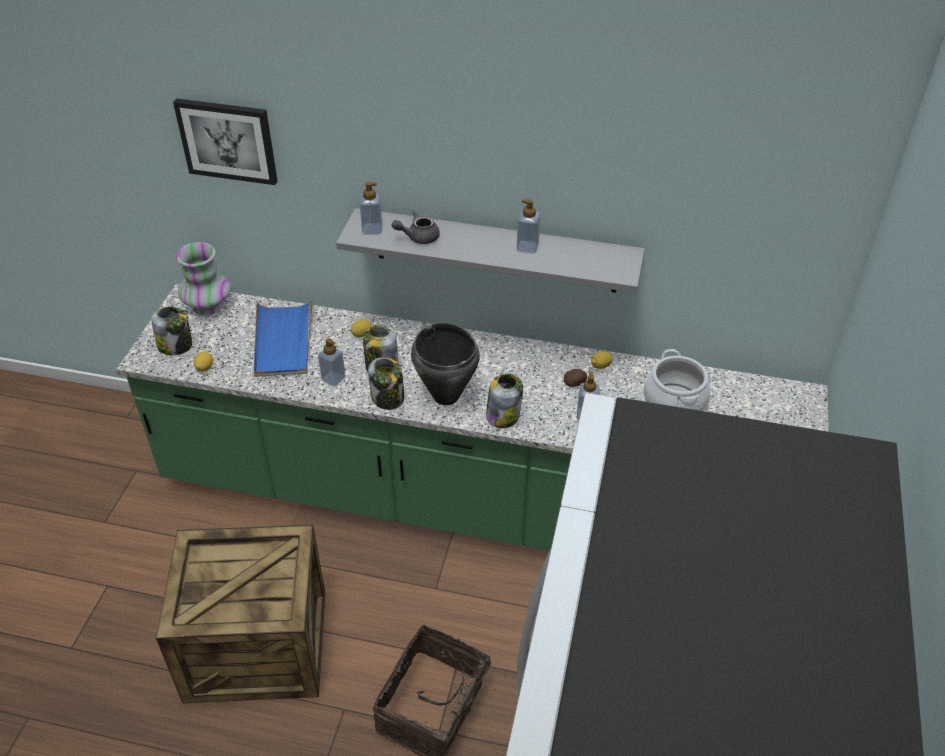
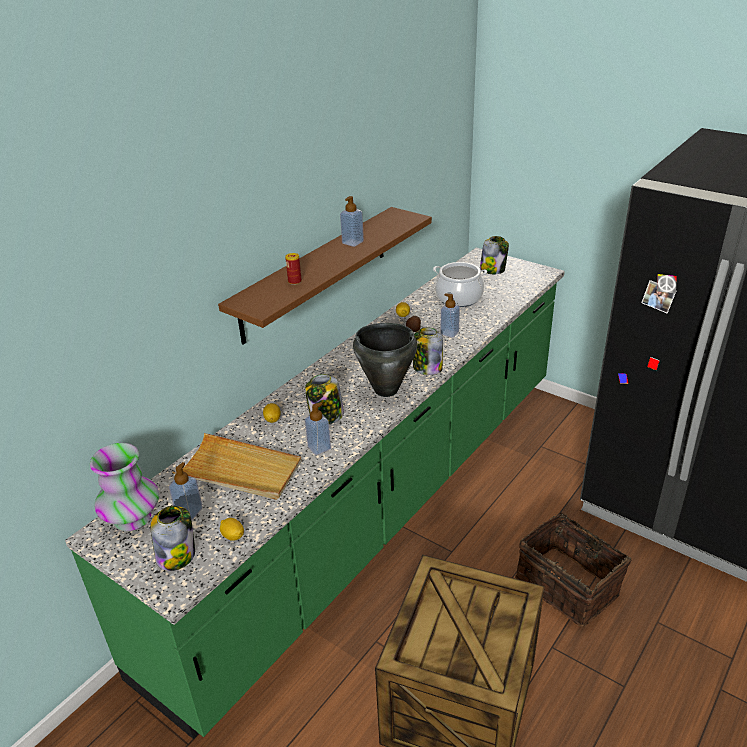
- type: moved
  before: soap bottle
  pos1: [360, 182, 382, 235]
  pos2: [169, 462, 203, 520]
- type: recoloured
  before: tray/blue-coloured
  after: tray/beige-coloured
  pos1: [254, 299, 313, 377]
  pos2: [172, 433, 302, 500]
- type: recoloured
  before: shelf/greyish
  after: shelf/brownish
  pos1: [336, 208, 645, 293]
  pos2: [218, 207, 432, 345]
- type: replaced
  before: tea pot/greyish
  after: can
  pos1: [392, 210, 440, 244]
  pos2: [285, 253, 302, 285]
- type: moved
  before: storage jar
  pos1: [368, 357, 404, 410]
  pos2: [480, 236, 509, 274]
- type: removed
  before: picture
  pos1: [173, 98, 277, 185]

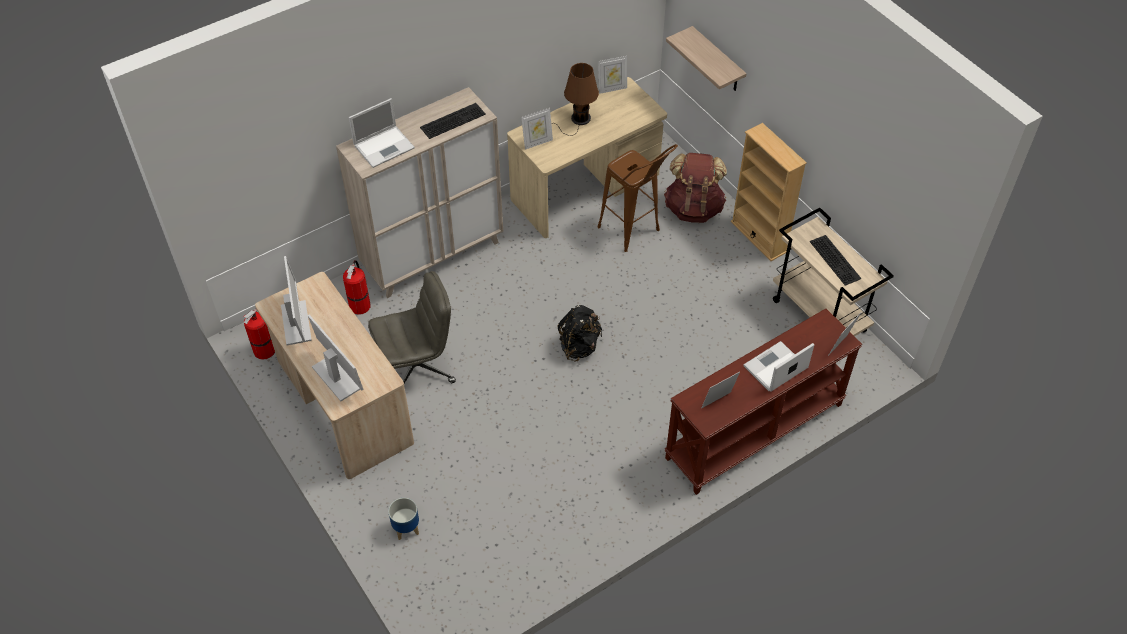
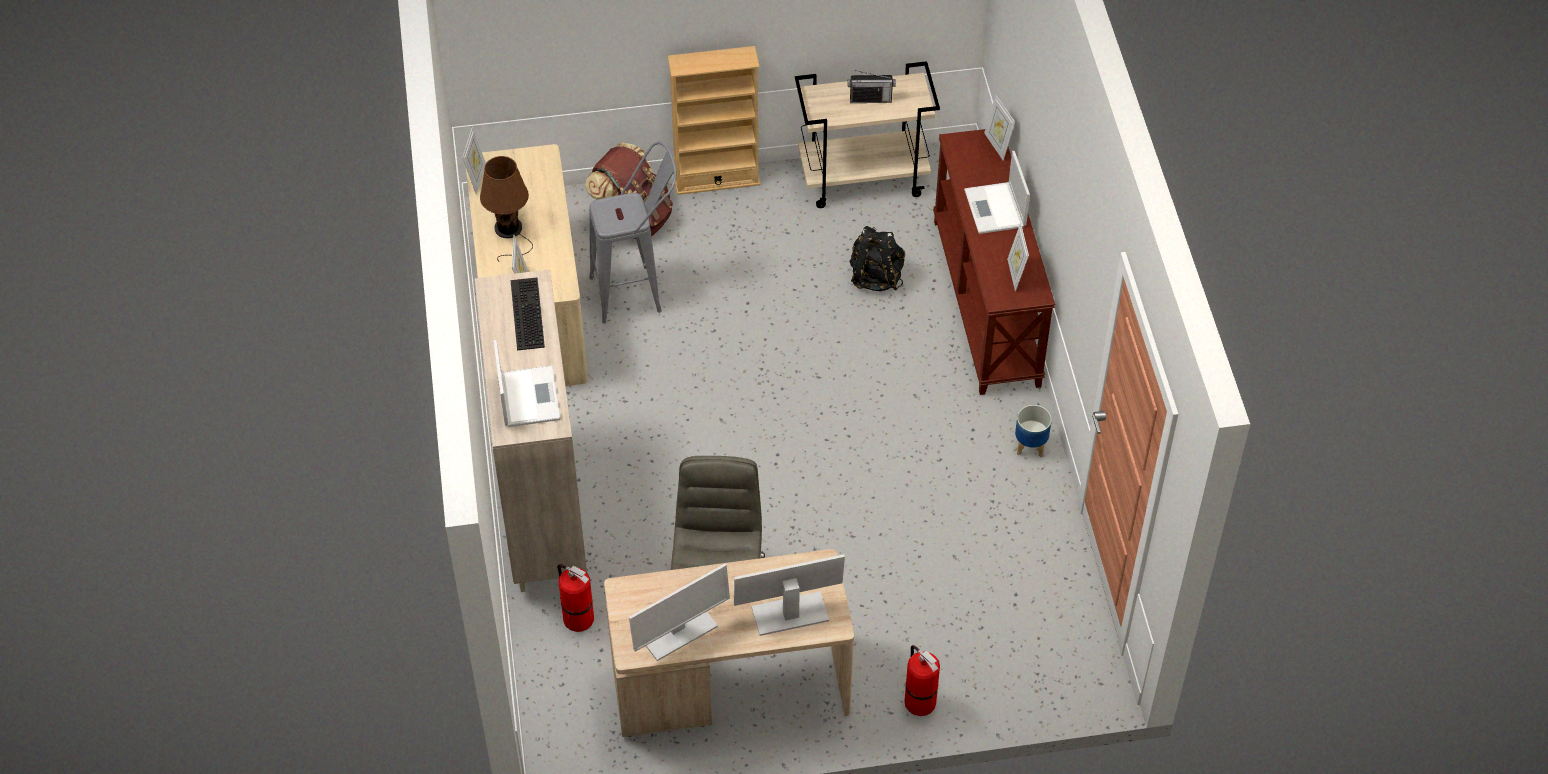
- type: recoloured
  before: stool seat/brownish
  after: stool seat/greyish
  pos1: [597, 144, 678, 252]
  pos2: [589, 141, 677, 324]
- type: turned
  before: monitor
  pos1: [281, 256, 312, 345]
  pos2: [629, 564, 730, 661]
  turn: 135
- type: replaced
  before: keyboard
  after: radio receiver
  pos1: [810, 235, 862, 286]
  pos2: [848, 70, 896, 103]
- type: moved
  before: backpack/black
  pos1: [558, 305, 602, 362]
  pos2: [849, 226, 905, 291]
- type: moved
  before: extinguisher
  pos1: [243, 309, 275, 360]
  pos2: [905, 645, 940, 716]
- type: moved
  before: planter
  pos1: [388, 498, 419, 540]
  pos2: [1015, 405, 1052, 457]
- type: removed
  before: shelf
  pos1: [666, 26, 747, 91]

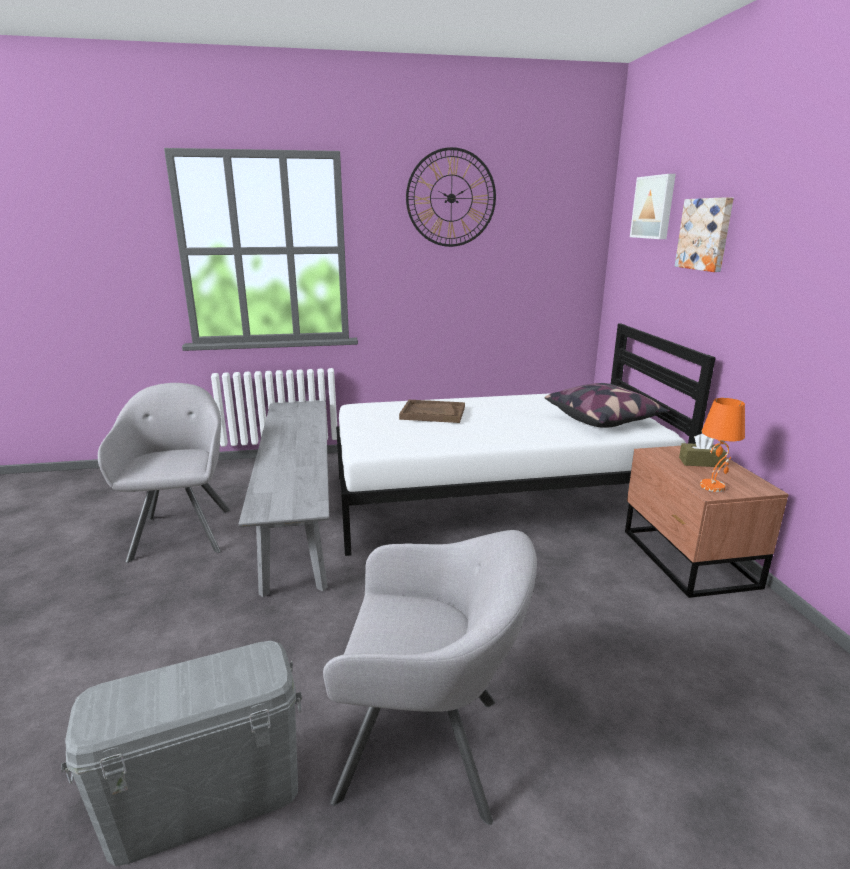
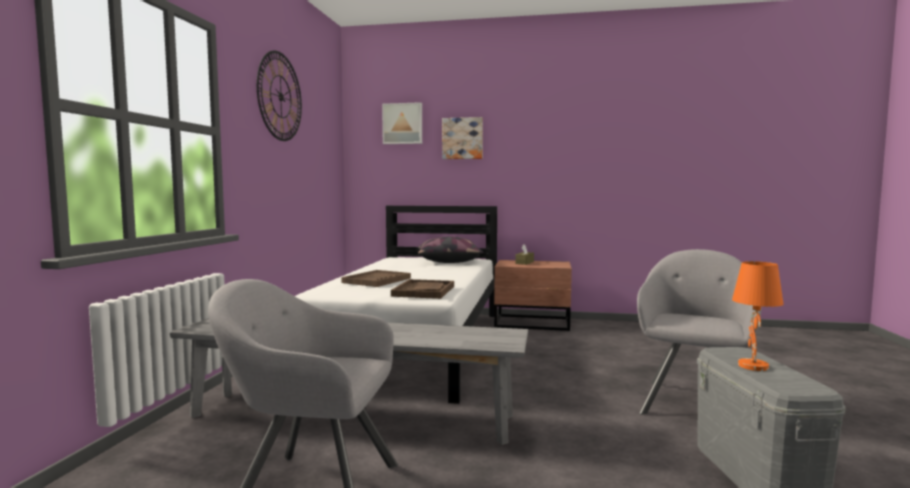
- type: added
  after: tray/brownish
  pos2: [391, 279, 454, 299]
- type: moved
  before: lamp for a table/orange-coloured
  pos1: [700, 398, 745, 492]
  pos2: [732, 261, 783, 371]

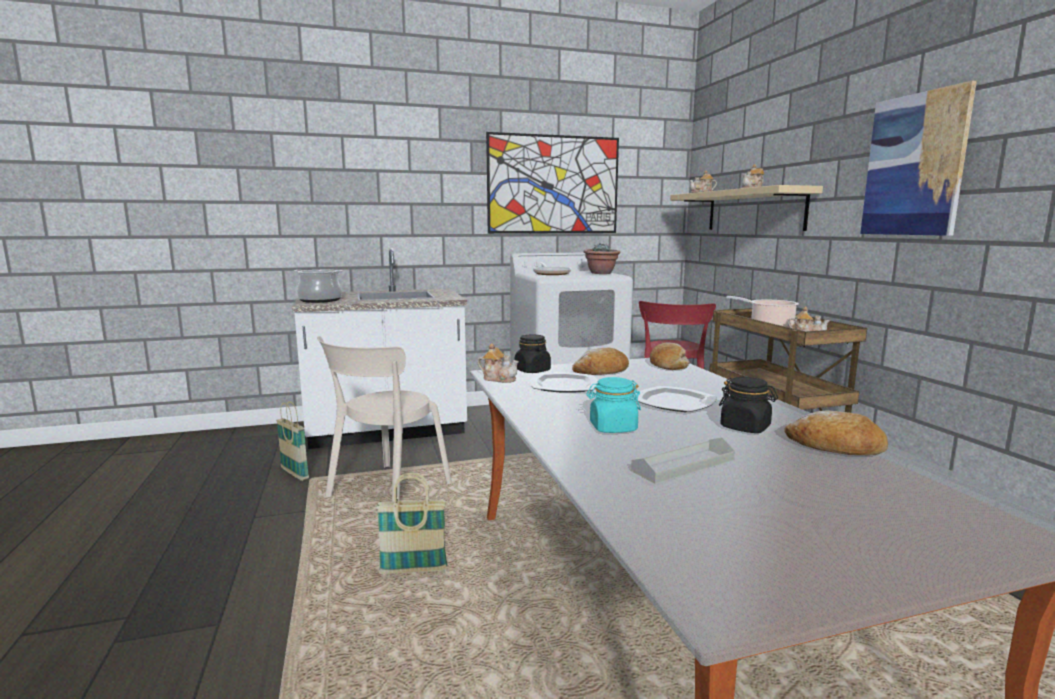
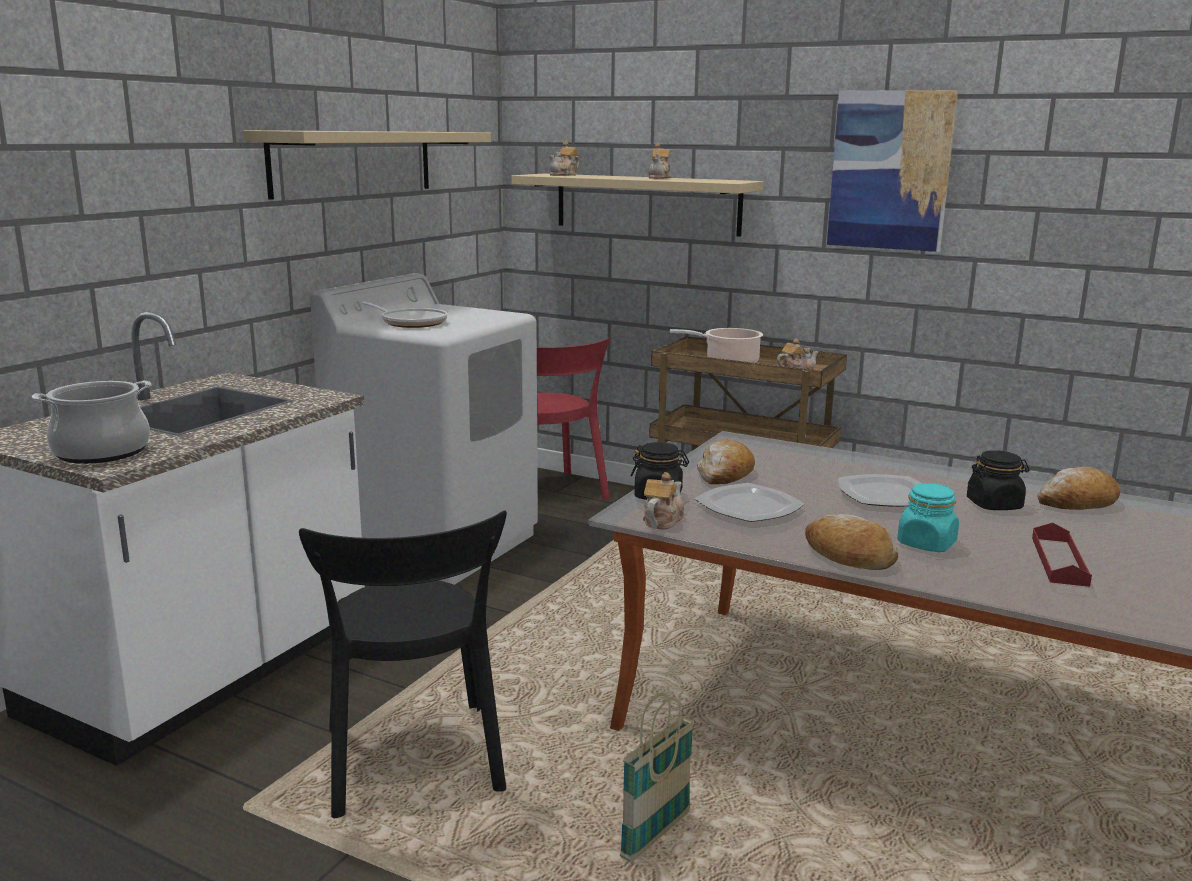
- type: replaced
  before: picture
  after: shelf/beige-coloured
  pos1: [486, 132, 619, 234]
  pos2: [243, 130, 491, 200]
- type: recoloured
  before: upright chair/beige-coloured
  after: upright chair/black
  pos1: [317, 336, 452, 501]
  pos2: [299, 510, 507, 818]
- type: turned
  before: tea pot
  pos1: [477, 343, 519, 383]
  pos2: [643, 472, 684, 530]
  turn: -45
- type: moved
  before: bakery bread
  pos1: [650, 342, 689, 370]
  pos2: [805, 514, 898, 570]
- type: recoloured
  before: tray/greyish
  after: tray/red-coloured
  pos1: [631, 438, 735, 484]
  pos2: [1032, 522, 1092, 587]
- type: removed
  before: storage basket
  pos1: [276, 401, 309, 481]
- type: removed
  before: houseplant
  pos1: [584, 243, 621, 274]

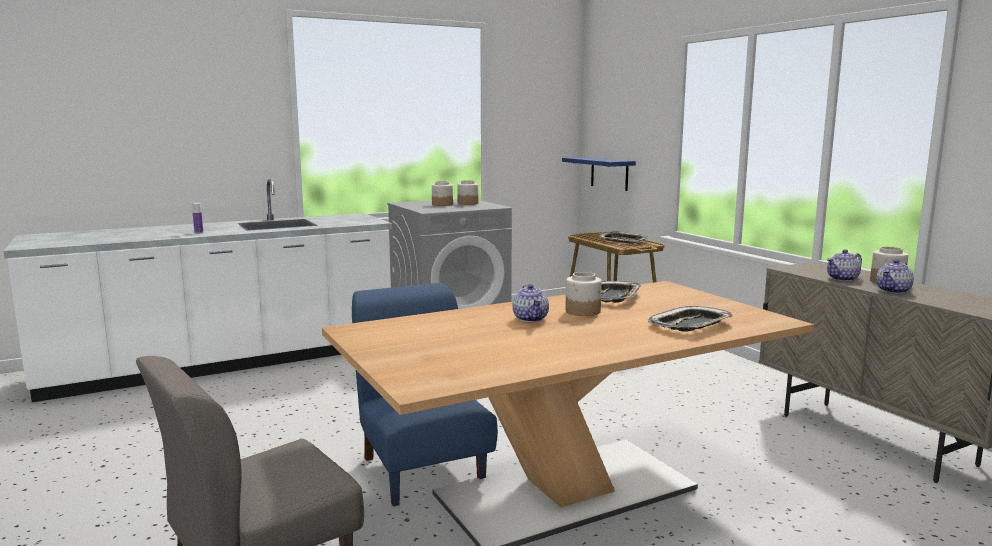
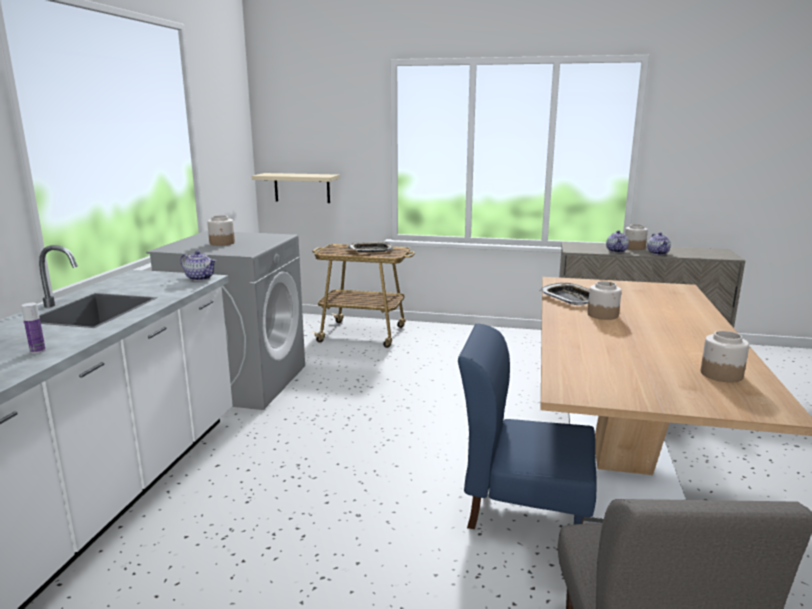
- type: moved
  before: tea pot
  pos1: [513, 284, 549, 322]
  pos2: [181, 251, 216, 281]
- type: recoloured
  before: shelf/blue-coloured
  after: shelf/beige-coloured
  pos1: [562, 157, 636, 191]
  pos2: [252, 173, 339, 203]
- type: moved
  before: storage jar
  pos1: [457, 180, 478, 205]
  pos2: [701, 331, 749, 382]
- type: removed
  before: tray
  pos1: [648, 306, 733, 332]

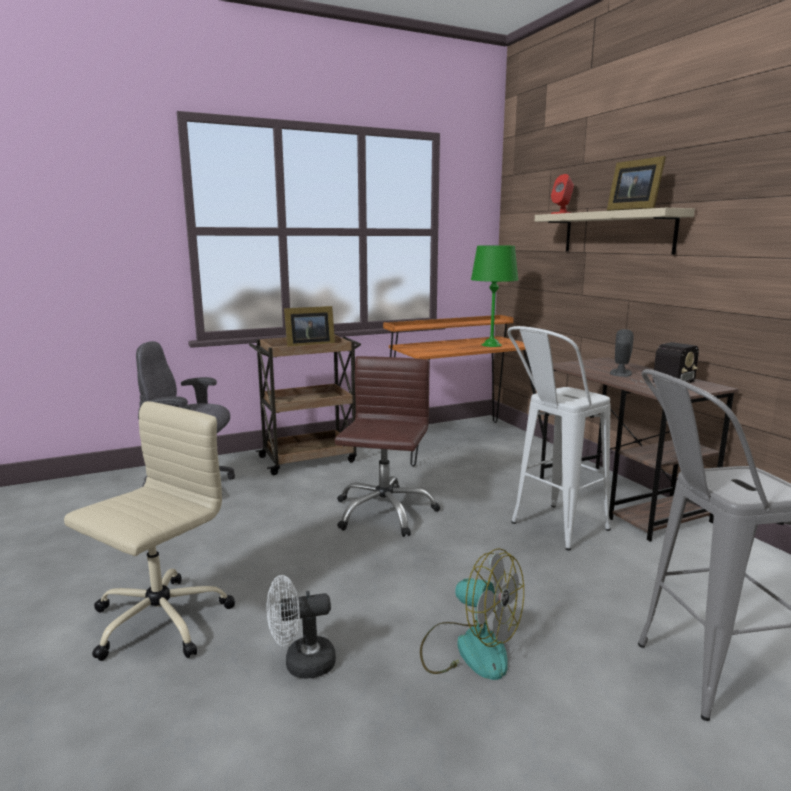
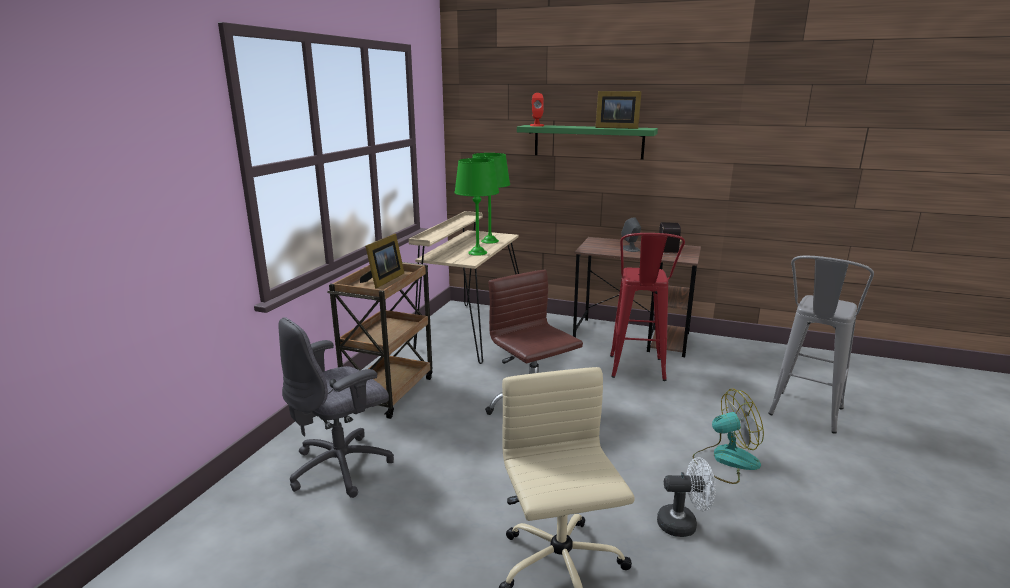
- type: recoloured
  before: desk table/orange-coloured
  after: desk table/beige-coloured
  pos1: [383, 315, 543, 467]
  pos2: [409, 211, 519, 364]
- type: added
  after: lamp for a table/green
  pos2: [454, 158, 499, 256]
- type: recoloured
  before: shelf/beige-coloured
  after: shelf/green
  pos1: [535, 208, 695, 255]
  pos2: [517, 125, 658, 160]
- type: recoloured
  before: stool seat/white-coloured
  after: stool seat/red-coloured
  pos1: [507, 326, 611, 550]
  pos2: [610, 233, 685, 381]
- type: turned
  before: fan/white-coloured
  pos1: [266, 575, 336, 679]
  pos2: [657, 457, 716, 537]
  turn: -120

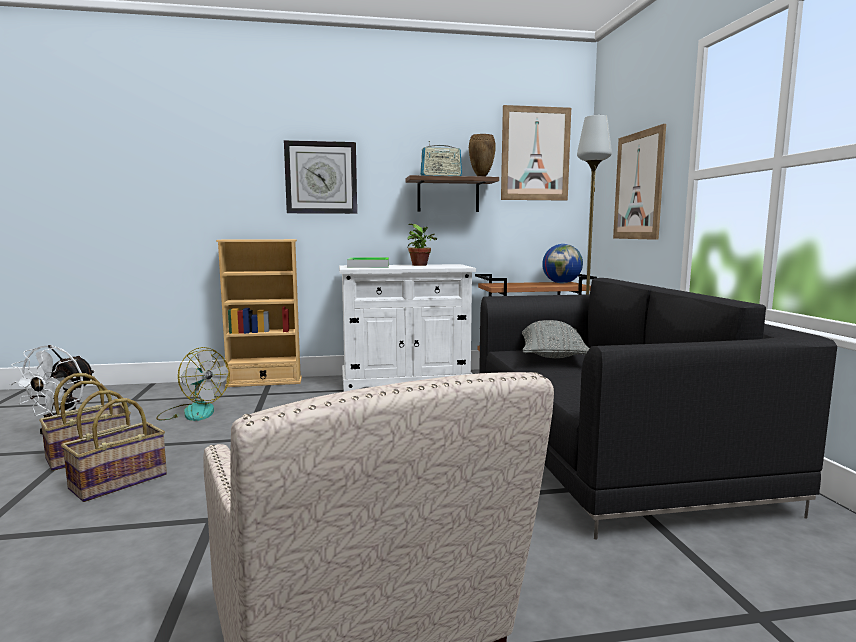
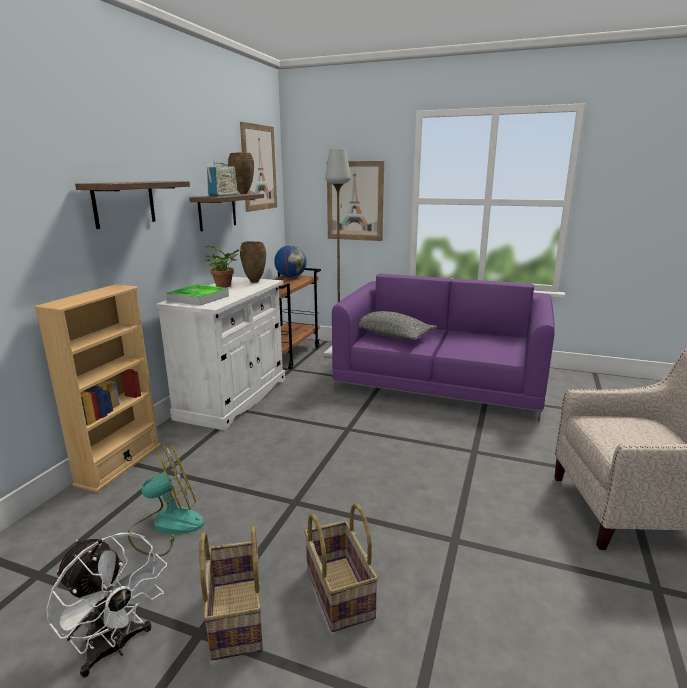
- type: replaced
  before: clock on the wall
  after: shelf
  pos1: [284, 140, 357, 214]
  pos2: [75, 181, 190, 229]
- type: added
  after: flower vase/brownish
  pos2: [240, 241, 266, 283]
- type: recoloured
  before: sofa/black
  after: sofa/purplish
  pos1: [479, 278, 837, 540]
  pos2: [332, 274, 555, 422]

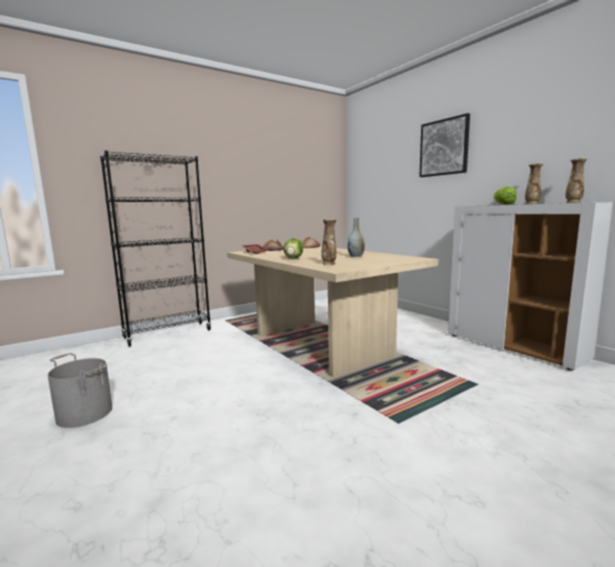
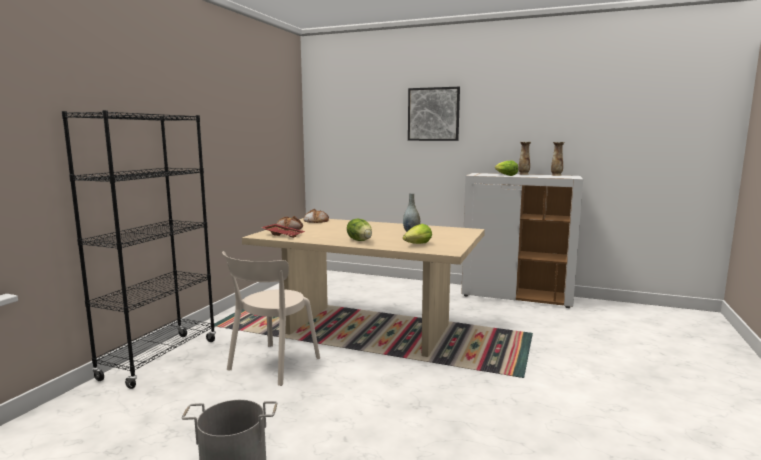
- type: added
  after: upright chair/beige-coloured
  pos2: [222, 251, 320, 386]
- type: replaced
  before: flower vase
  after: lettuce
  pos1: [321, 219, 337, 265]
  pos2: [403, 224, 432, 244]

